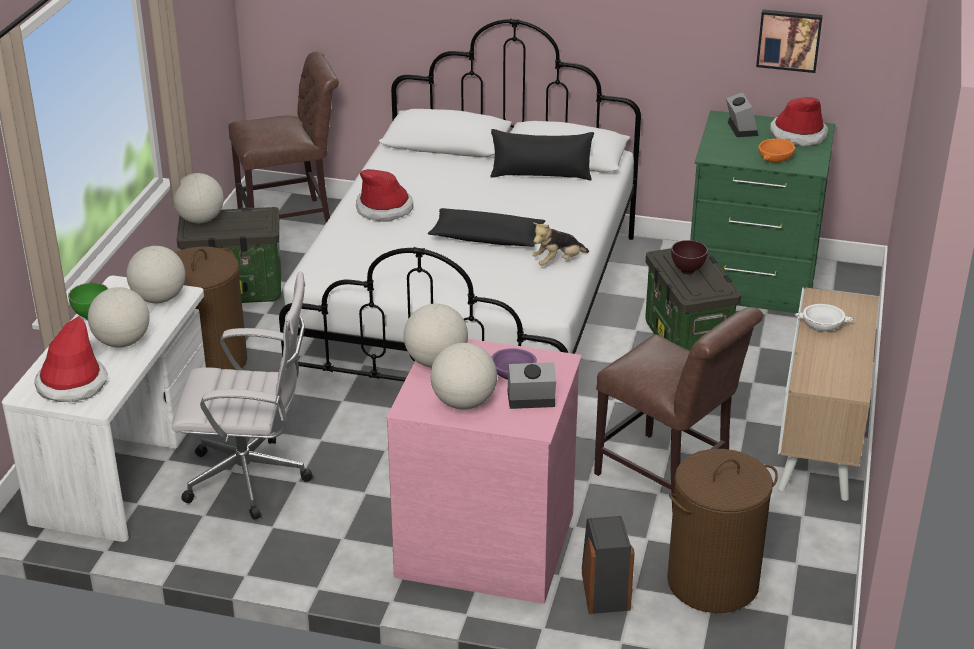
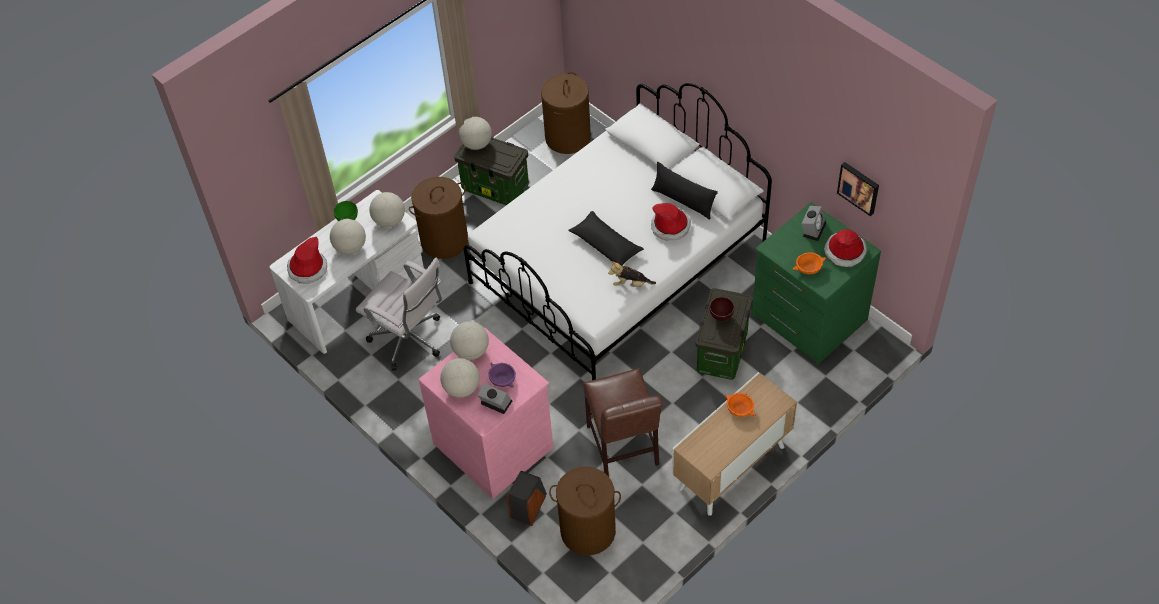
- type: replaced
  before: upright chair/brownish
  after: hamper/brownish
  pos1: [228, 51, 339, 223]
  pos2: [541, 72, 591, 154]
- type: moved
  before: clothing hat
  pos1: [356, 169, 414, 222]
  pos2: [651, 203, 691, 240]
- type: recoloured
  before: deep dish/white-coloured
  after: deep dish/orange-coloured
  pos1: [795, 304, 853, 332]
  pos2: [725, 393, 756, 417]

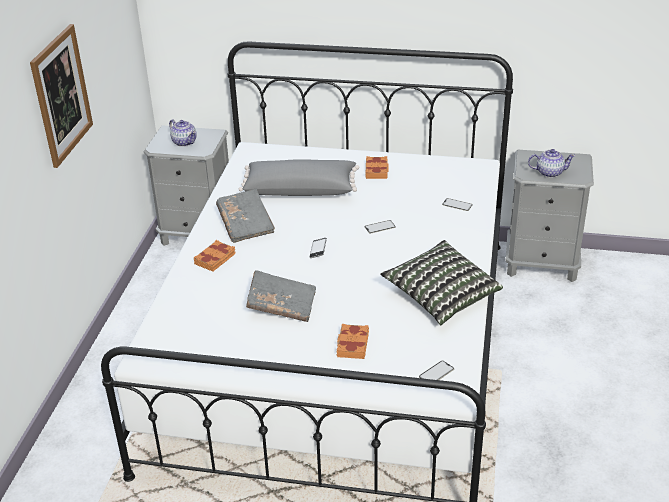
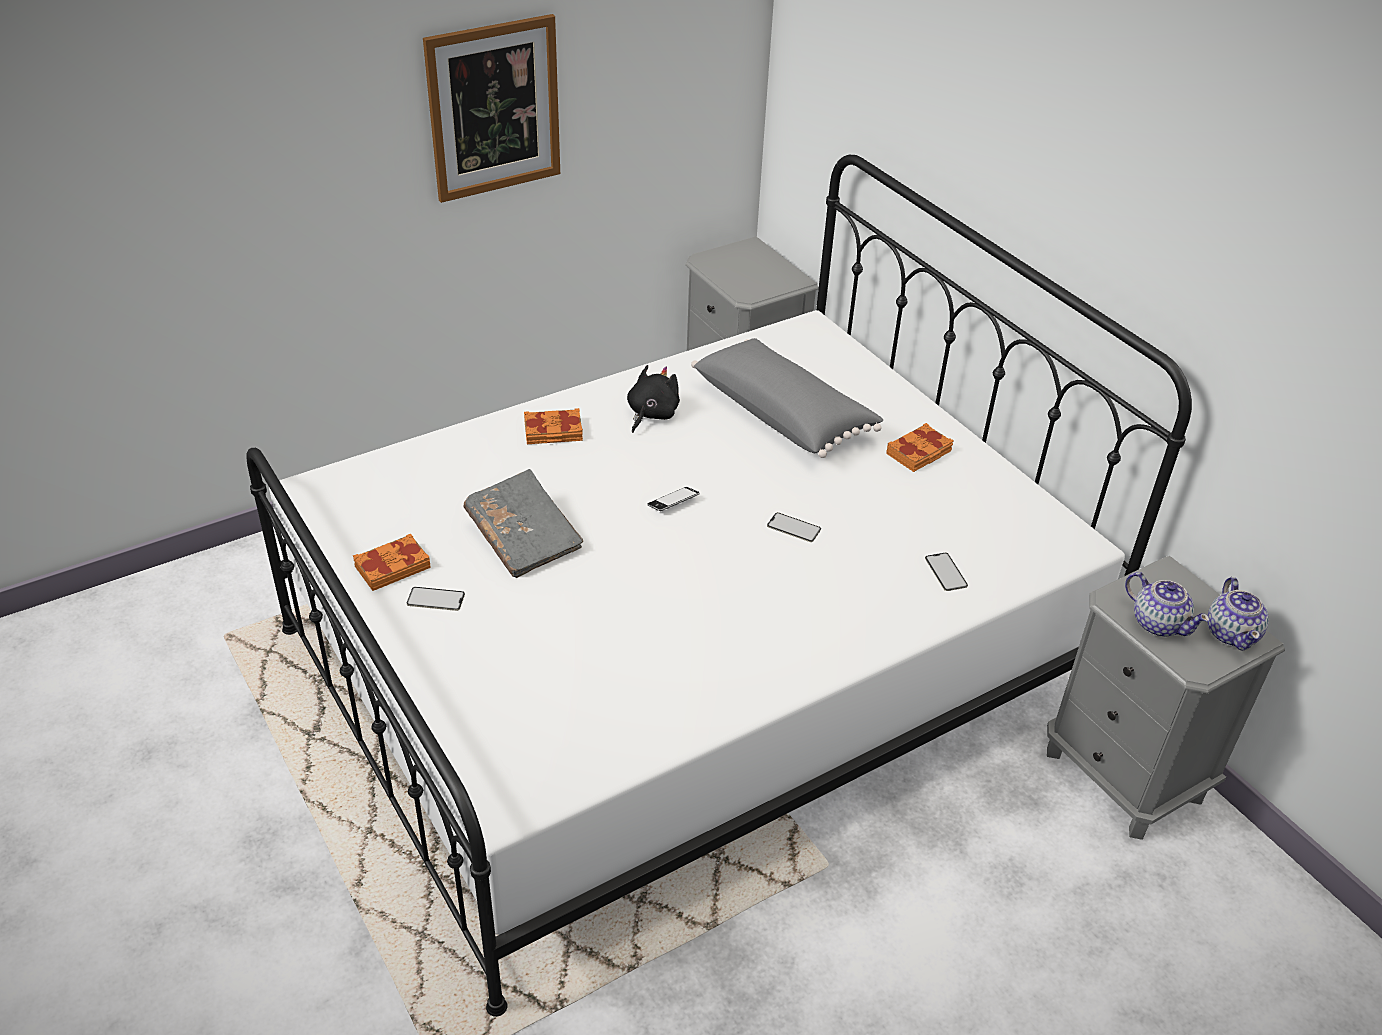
- type: moved
  before: book/orange-coloured
  pos1: [337, 324, 369, 359]
  pos2: [353, 534, 431, 591]
- type: moved
  before: handset
  pos1: [419, 360, 454, 380]
  pos2: [407, 587, 465, 611]
- type: replaced
  before: book/greyish
  after: cuddly toy/black
  pos1: [216, 189, 275, 243]
  pos2: [627, 365, 680, 433]
- type: moved
  before: tea pot
  pos1: [169, 119, 197, 147]
  pos2: [1207, 577, 1269, 651]
- type: removed
  before: pillow
  pos1: [380, 240, 503, 325]

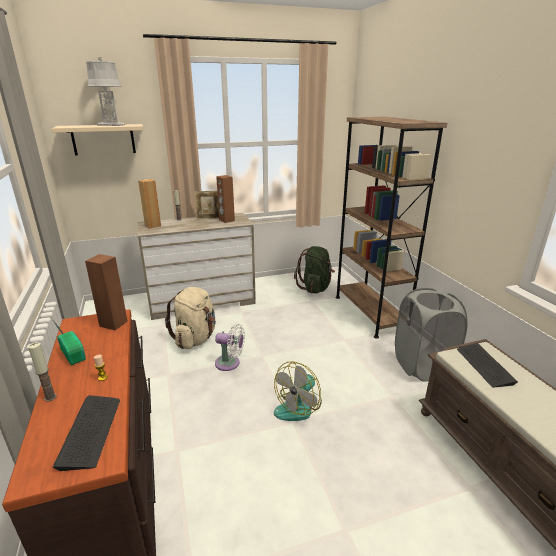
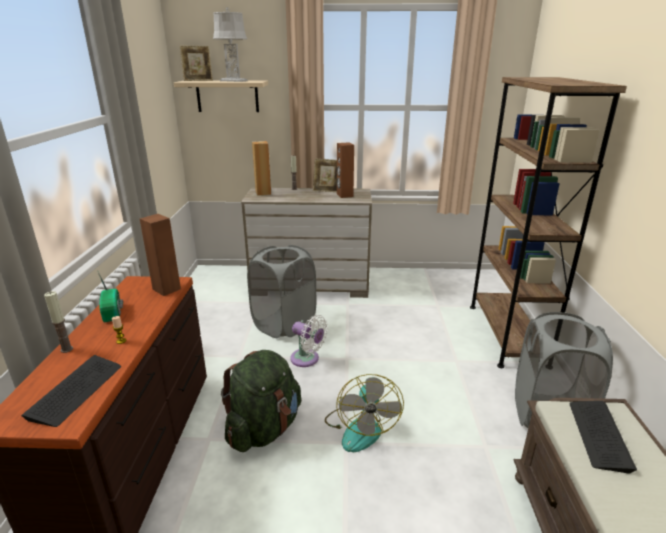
- type: added
  after: photo frame
  pos2: [180, 46, 213, 81]
- type: moved
  before: backpack/green
  pos1: [294, 246, 335, 294]
  pos2: [221, 350, 301, 452]
- type: replaced
  before: backpack/beige-coloured
  after: hamper/greyish
  pos1: [165, 287, 216, 349]
  pos2: [247, 245, 316, 338]
- type: turned
  before: fan
  pos1: [274, 361, 322, 421]
  pos2: [325, 374, 404, 452]
  turn: -60

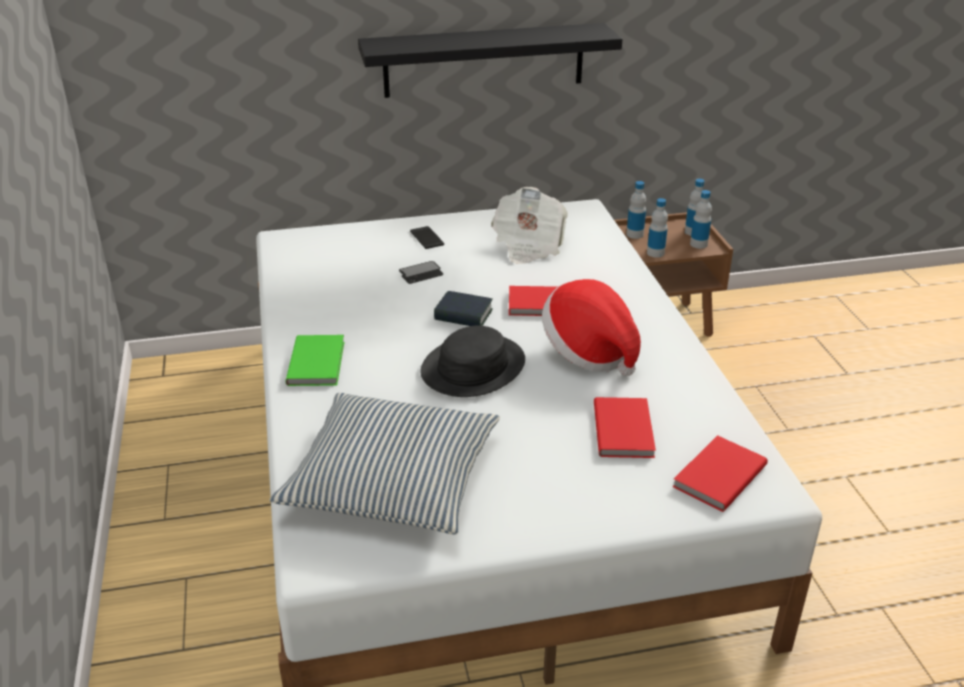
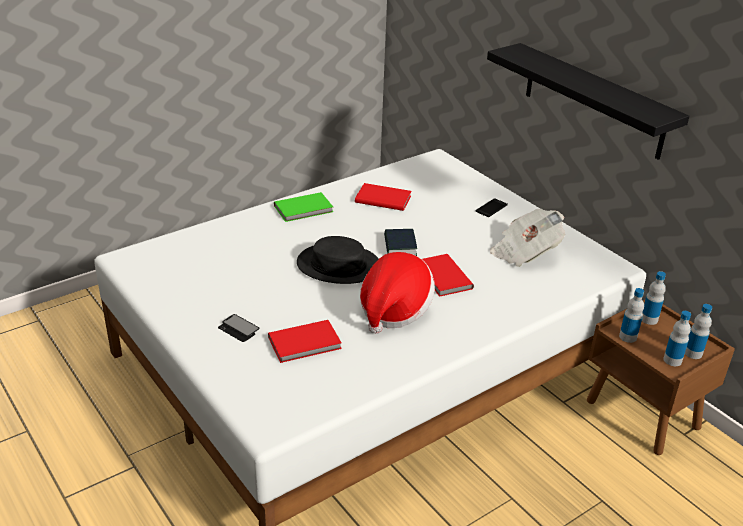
- type: moved
  before: handset
  pos1: [399, 261, 443, 284]
  pos2: [218, 314, 259, 342]
- type: moved
  before: book/red-coloured
  pos1: [672, 435, 768, 512]
  pos2: [355, 183, 411, 211]
- type: removed
  before: pillow
  pos1: [269, 393, 500, 534]

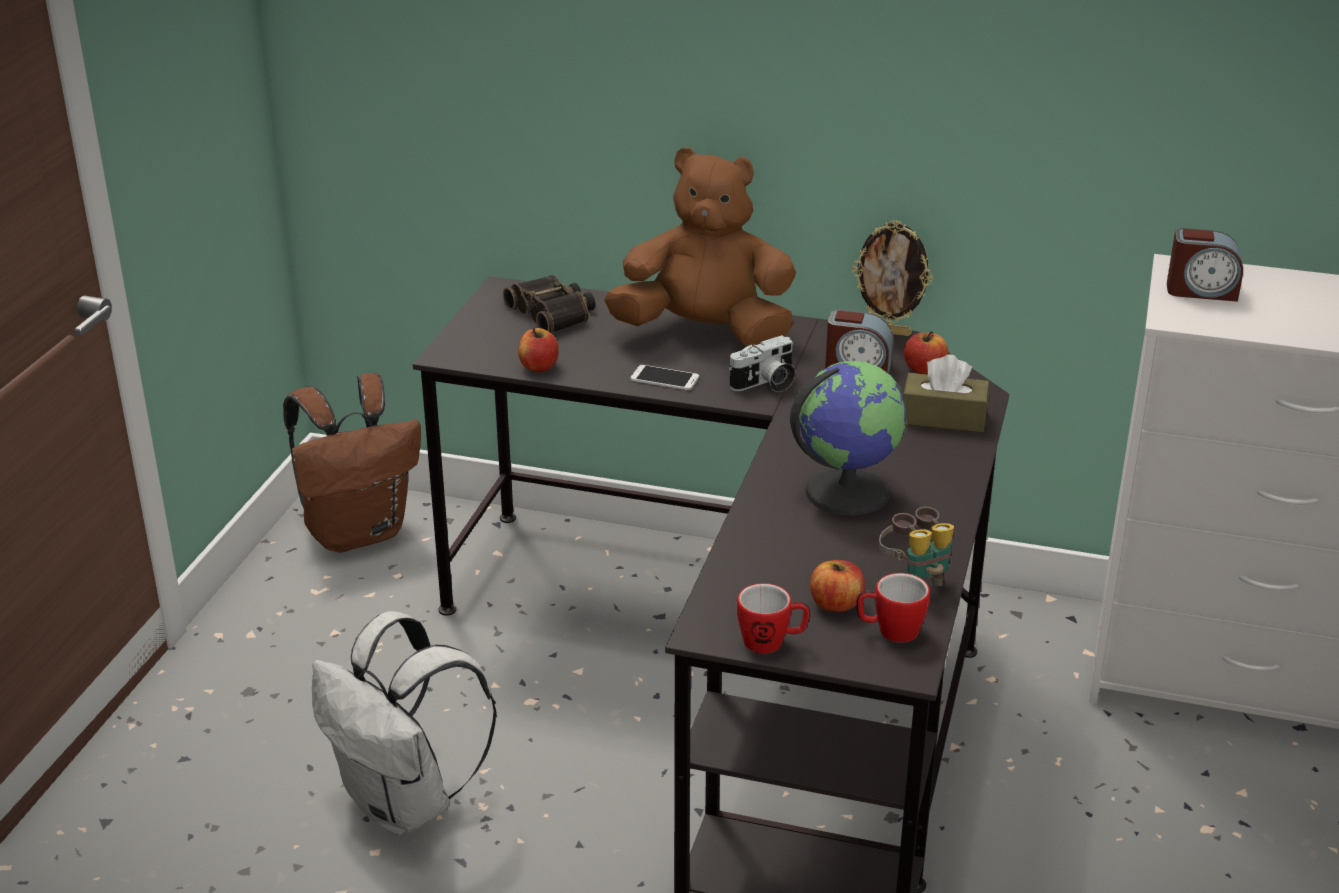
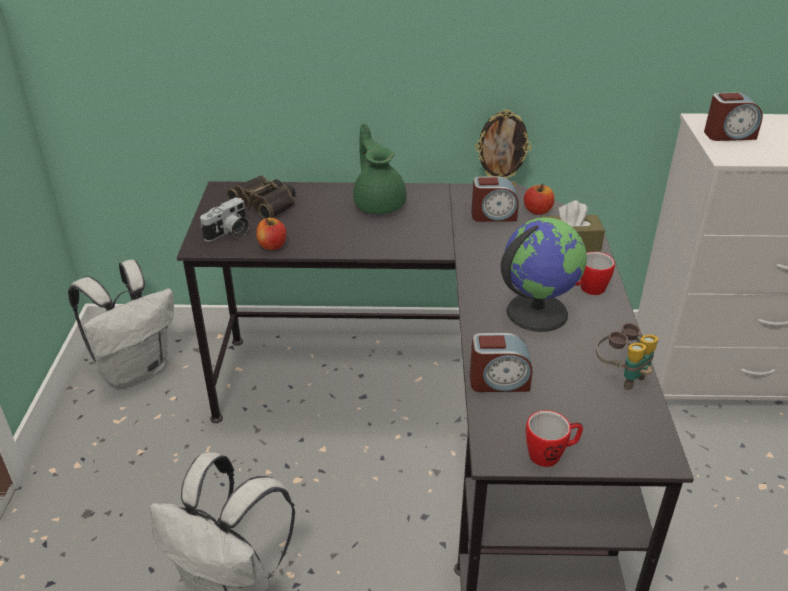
- type: recoloured
  before: backpack/brownish
  after: backpack/white-coloured
  pos1: [283, 373, 421, 553]
  pos2: [68, 259, 174, 388]
- type: moved
  before: photo camera
  pos1: [729, 335, 795, 392]
  pos2: [200, 197, 249, 241]
- type: replaced
  before: cuddly toy/brownish
  after: tea pot/green
  pos1: [604, 147, 796, 347]
  pos2: [353, 124, 406, 214]
- type: added
  after: alarm clock
  pos2: [470, 333, 532, 392]
- type: moved
  before: mug
  pos1: [857, 573, 930, 643]
  pos2: [575, 252, 615, 295]
- type: removed
  before: handset
  pos1: [630, 365, 699, 390]
- type: removed
  before: whole apple
  pos1: [810, 560, 865, 612]

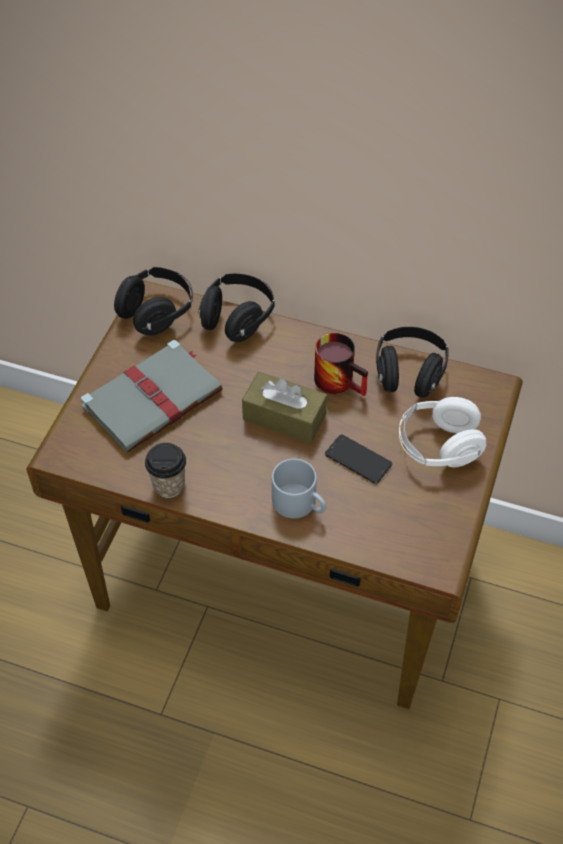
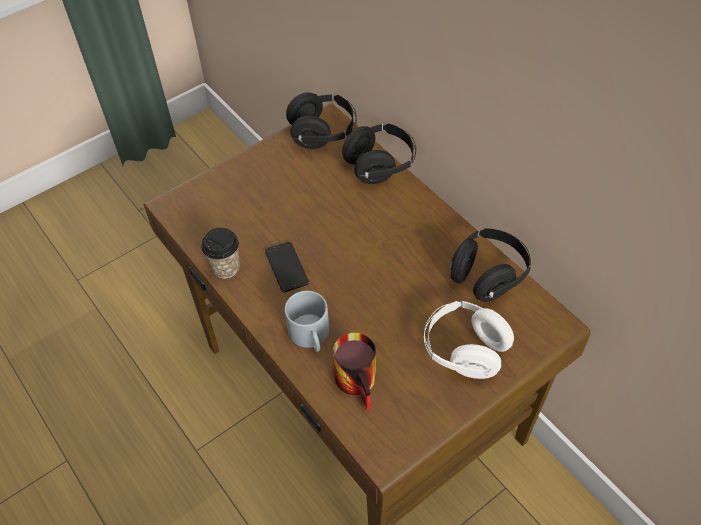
- type: moved
  before: handset
  pos1: [325, 435, 392, 484]
  pos2: [265, 242, 309, 293]
- type: moved
  before: mug
  pos1: [314, 333, 368, 396]
  pos2: [333, 332, 376, 411]
- type: removed
  before: book/greyish
  pos1: [81, 340, 223, 453]
- type: removed
  before: box of tissues/brownish
  pos1: [242, 372, 327, 443]

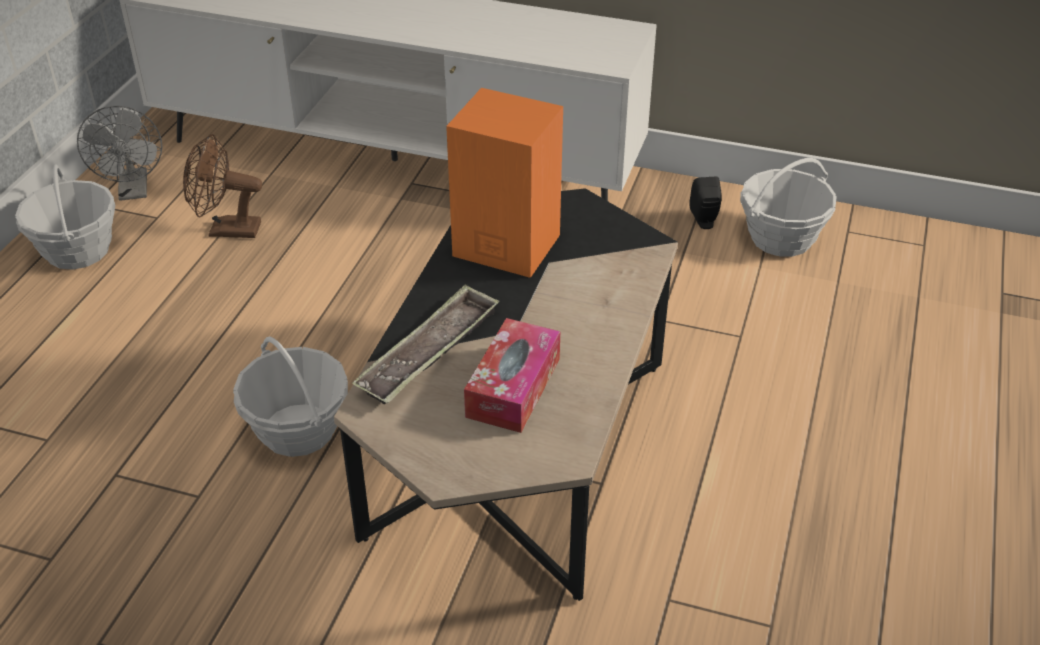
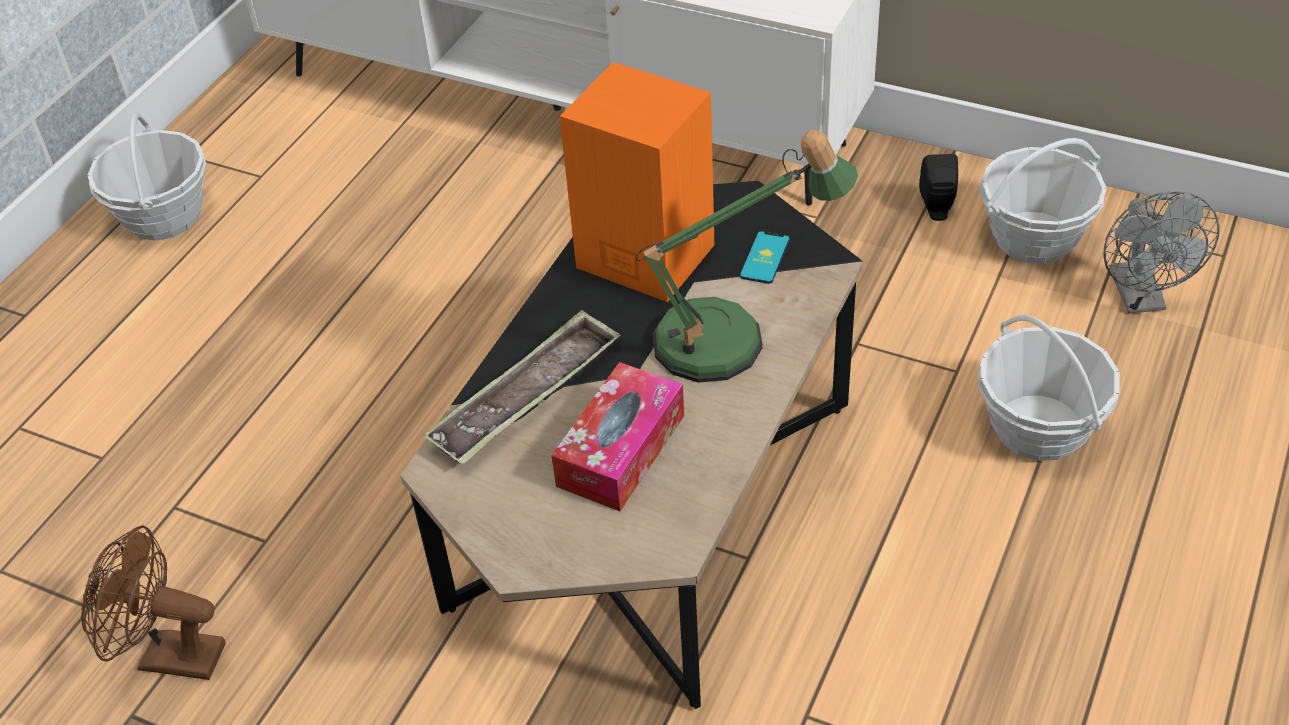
- type: moved
  before: fan/brownish
  pos1: [183, 134, 262, 238]
  pos2: [81, 525, 225, 680]
- type: added
  after: lamp for a table
  pos2: [636, 130, 858, 383]
- type: added
  after: handset
  pos2: [740, 231, 790, 284]
- type: moved
  before: storage basket
  pos1: [233, 336, 348, 457]
  pos2: [977, 315, 1120, 461]
- type: moved
  before: fan/greyish
  pos1: [77, 106, 162, 201]
  pos2: [1104, 191, 1220, 314]

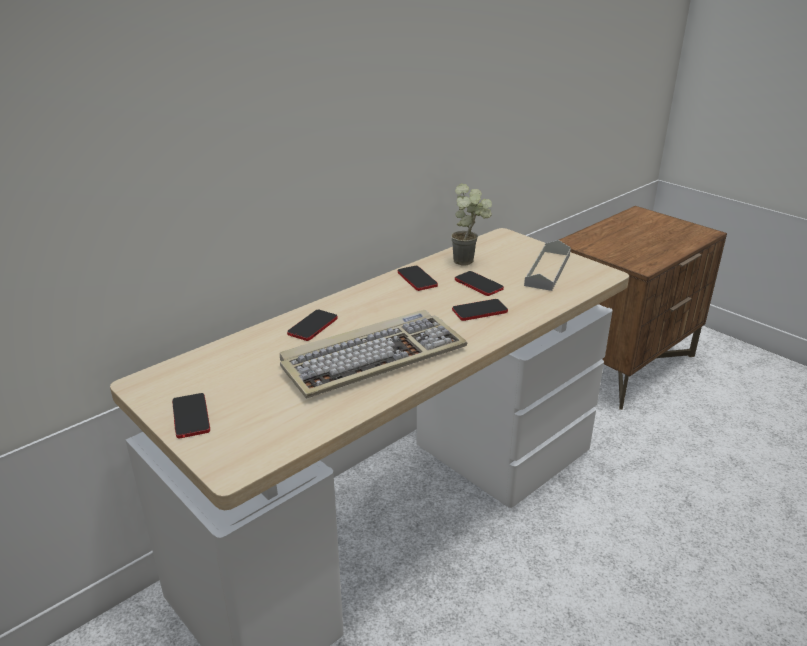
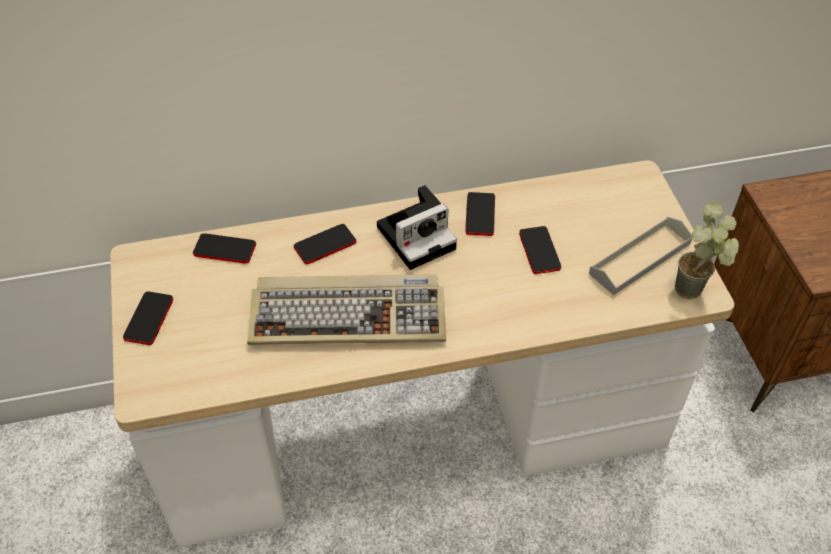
- type: moved
  before: handset
  pos1: [452, 299, 508, 321]
  pos2: [193, 233, 256, 264]
- type: added
  after: photo camera
  pos2: [377, 185, 457, 270]
- type: moved
  before: houseplant
  pos1: [451, 183, 492, 266]
  pos2: [675, 201, 739, 299]

